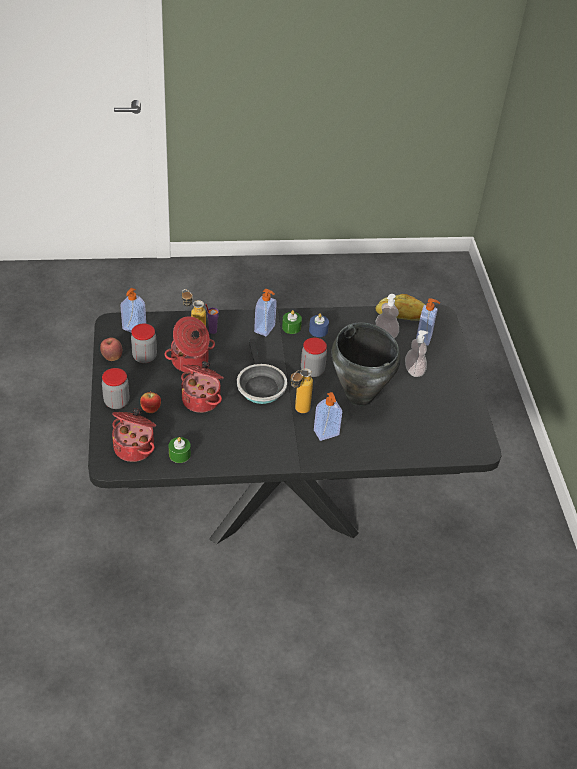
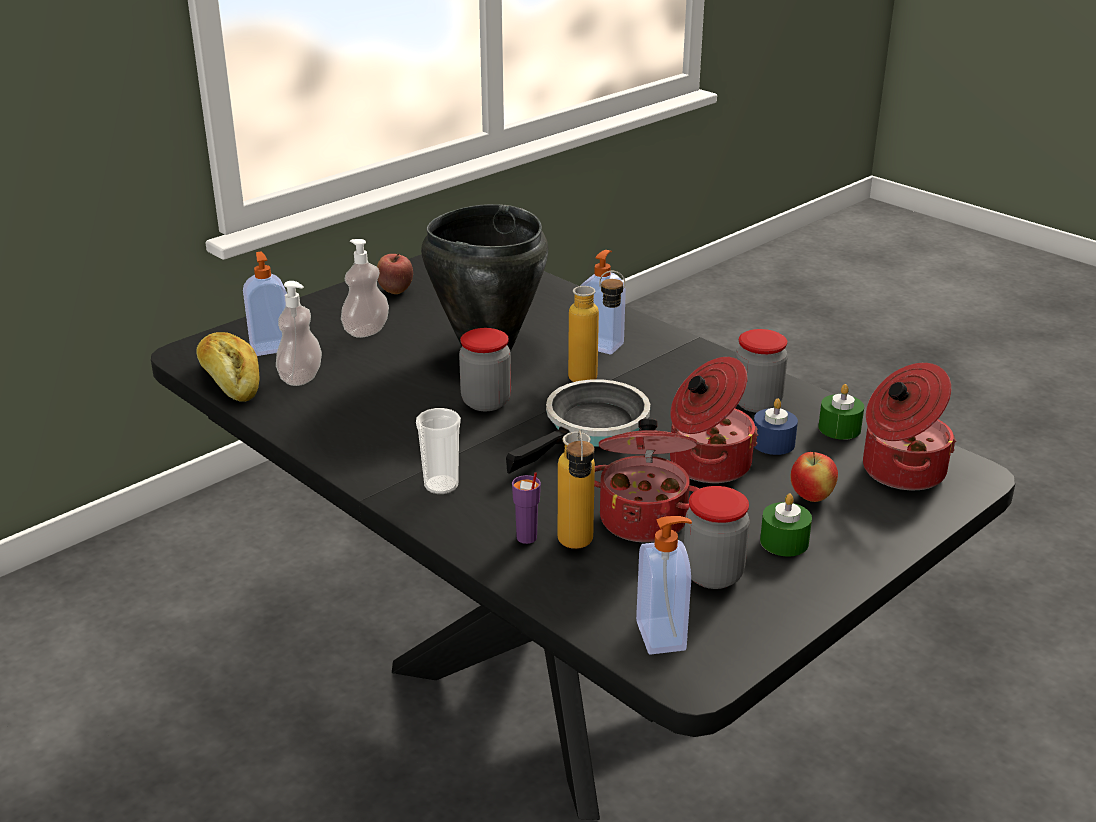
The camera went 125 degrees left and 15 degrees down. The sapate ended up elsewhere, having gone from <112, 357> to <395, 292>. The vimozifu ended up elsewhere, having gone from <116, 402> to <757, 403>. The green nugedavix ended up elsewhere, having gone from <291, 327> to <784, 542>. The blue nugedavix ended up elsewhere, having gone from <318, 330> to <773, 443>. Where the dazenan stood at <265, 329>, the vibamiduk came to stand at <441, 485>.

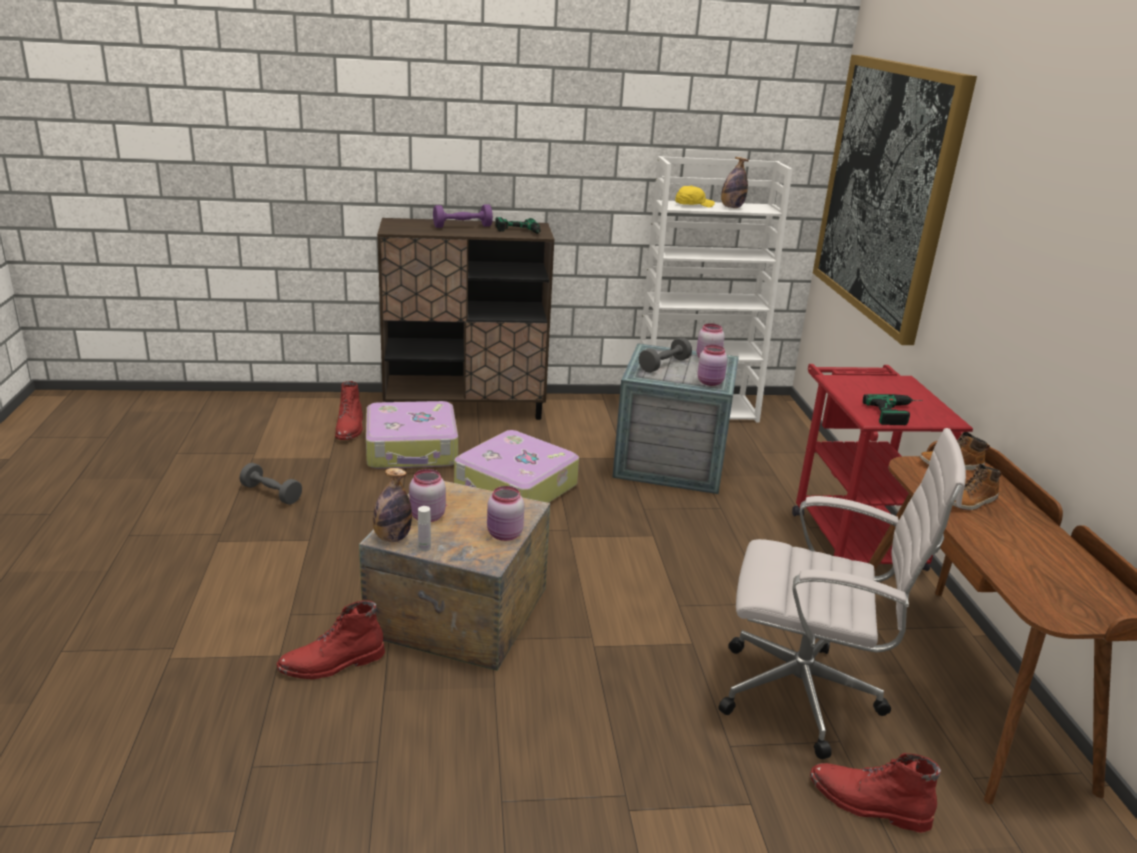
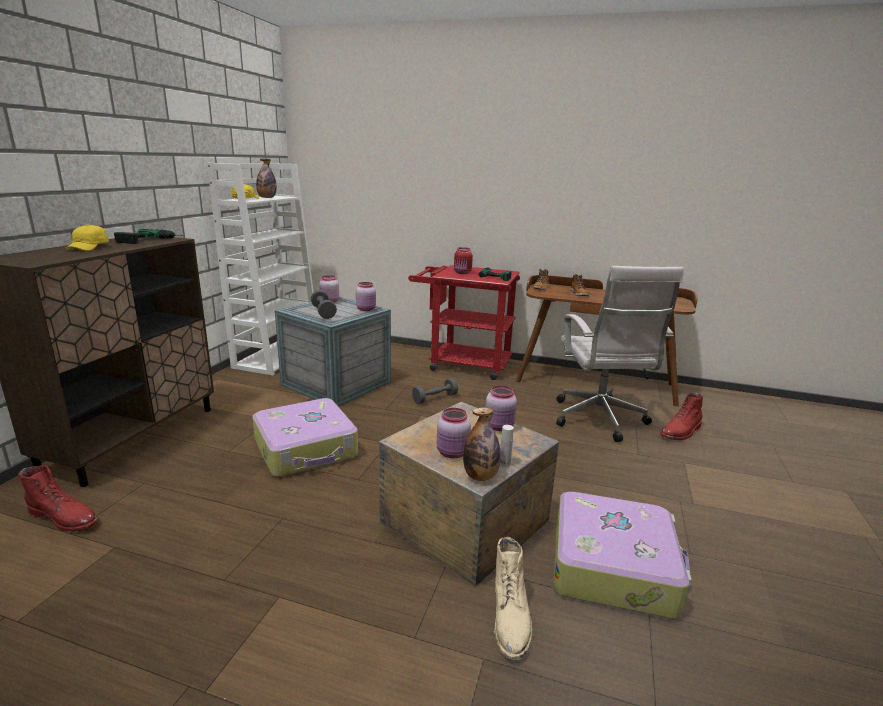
The camera went 65 degrees left and 5 degrees down. The second view lost the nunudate at <886, 191>. The second view gained the red vimozifu at <462, 273>. The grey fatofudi ended up elsewhere, having gone from <271, 494> to <435, 398>. The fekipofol ended up elsewhere, having gone from <412, 449> to <613, 566>. Where the purple fatofudi stood at <462, 226>, the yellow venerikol came to stand at <89, 248>. What was the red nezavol at <331, 664> turned into the beige nezavol at <511, 617>. The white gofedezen at <806, 697> ended up facing another way, 135 degrees clockwise from before.

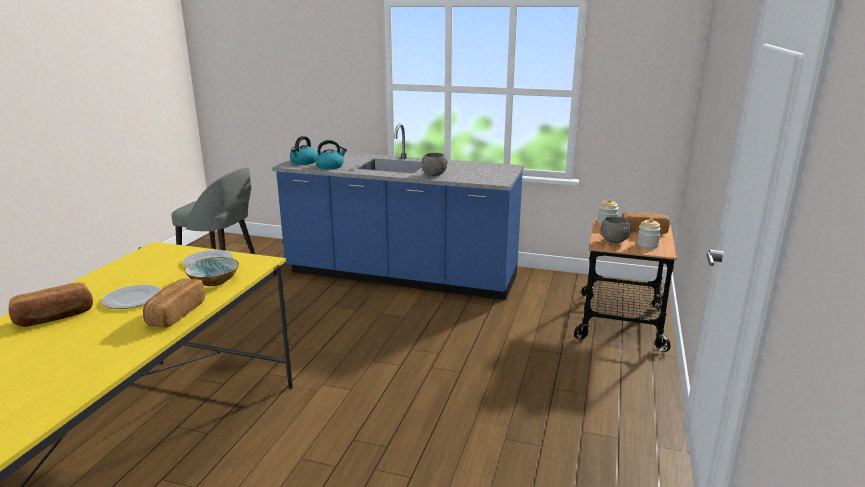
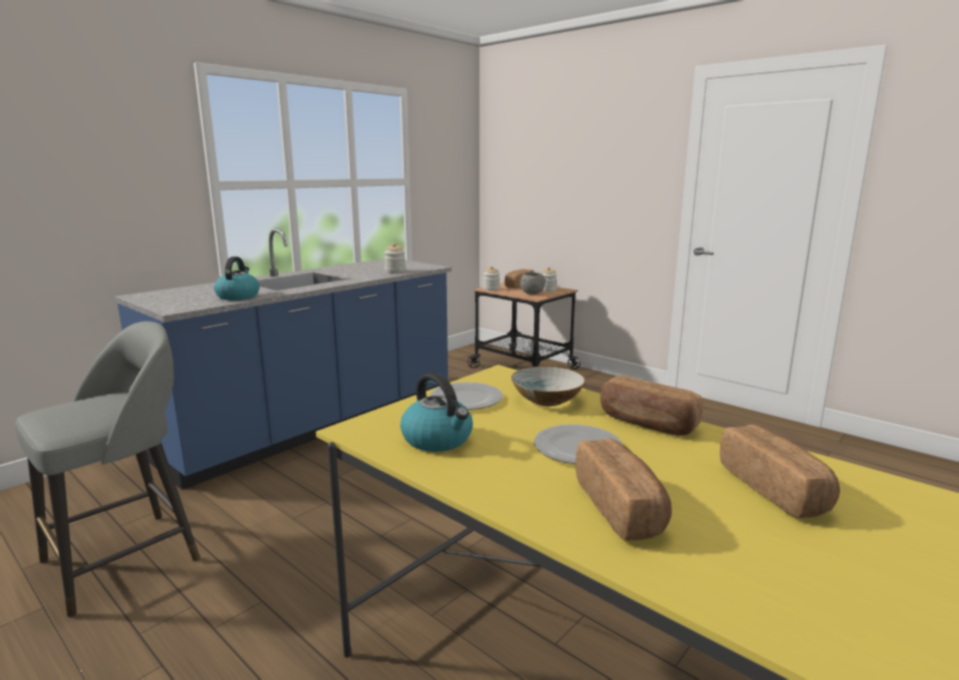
The camera went 65 degrees left and 5 degrees down. The second view lost the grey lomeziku at <434, 175>. The second view gained the vimozifu at <395, 271>. The second view gained the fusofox at <774, 489>. The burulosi ended up elsewhere, having gone from <303, 162> to <438, 439>.

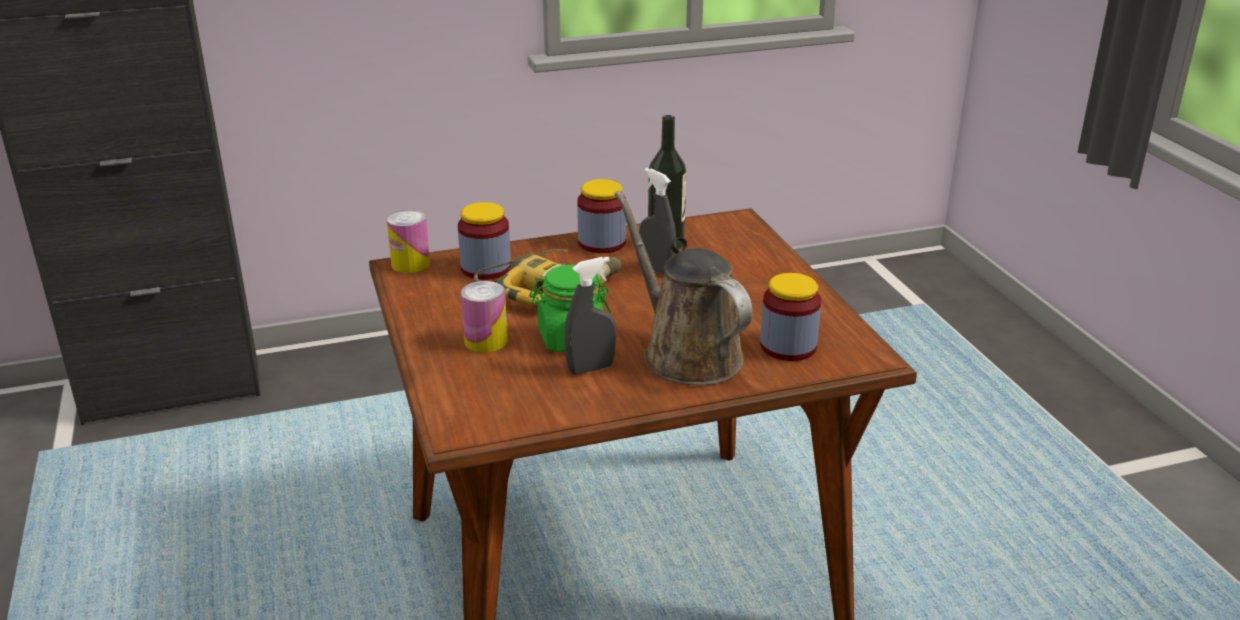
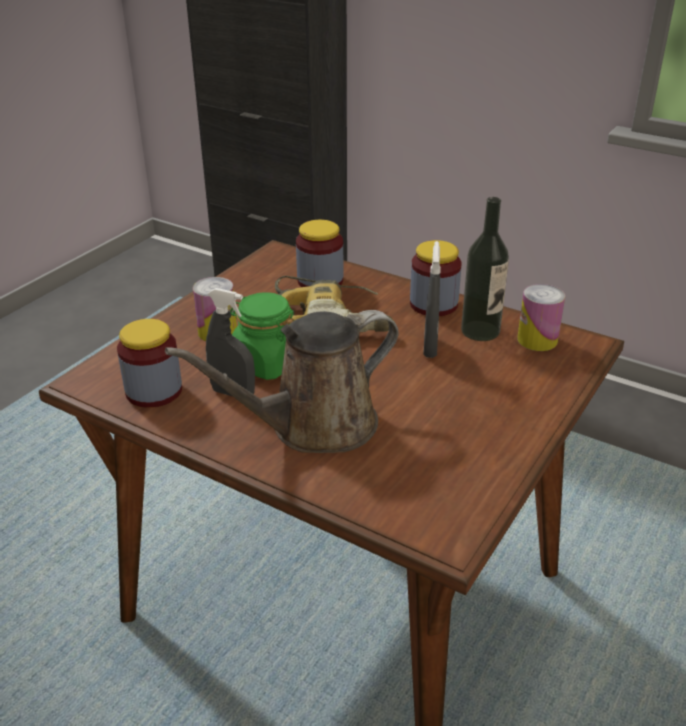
The camera went 50 degrees right and 5 degrees up. The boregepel ended up elsewhere, having gone from <410, 264> to <537, 340>. The vimozifu ended up elsewhere, having gone from <788, 346> to <154, 391>. The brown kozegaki at <686, 353> ended up facing another way, 135 degrees counterclockwise from before.

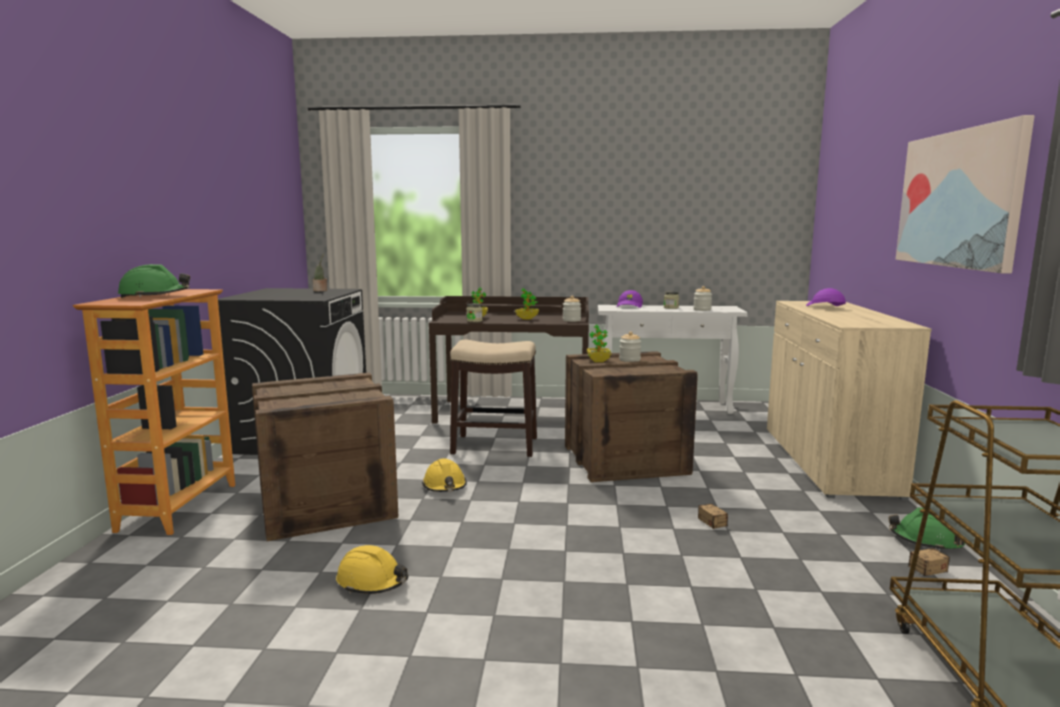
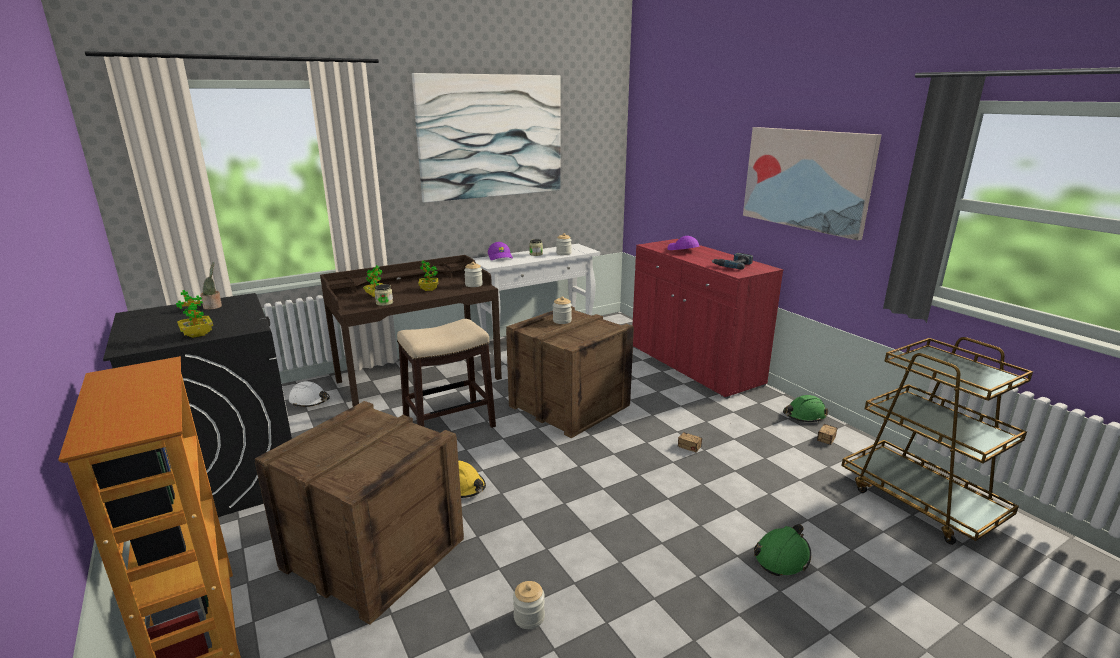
The camera went 35 degrees left and 10 degrees up. The second view gained the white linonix at <310, 401>. The second view gained the nunudate at <491, 137>. The second view gained the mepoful at <733, 265>. The green linonix ended up elsewhere, having gone from <154, 296> to <782, 557>. The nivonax ended up elsewhere, having gone from <598, 361> to <197, 334>. Where the yellow linonix stood at <372, 582>, the vimozifu came to stand at <529, 617>. What was the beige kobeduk at <827, 461> turned into the red kobeduk at <694, 365>.

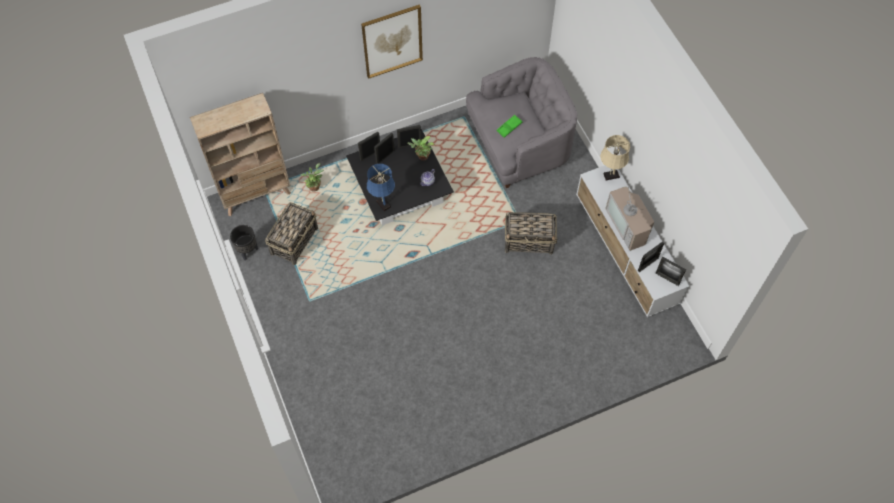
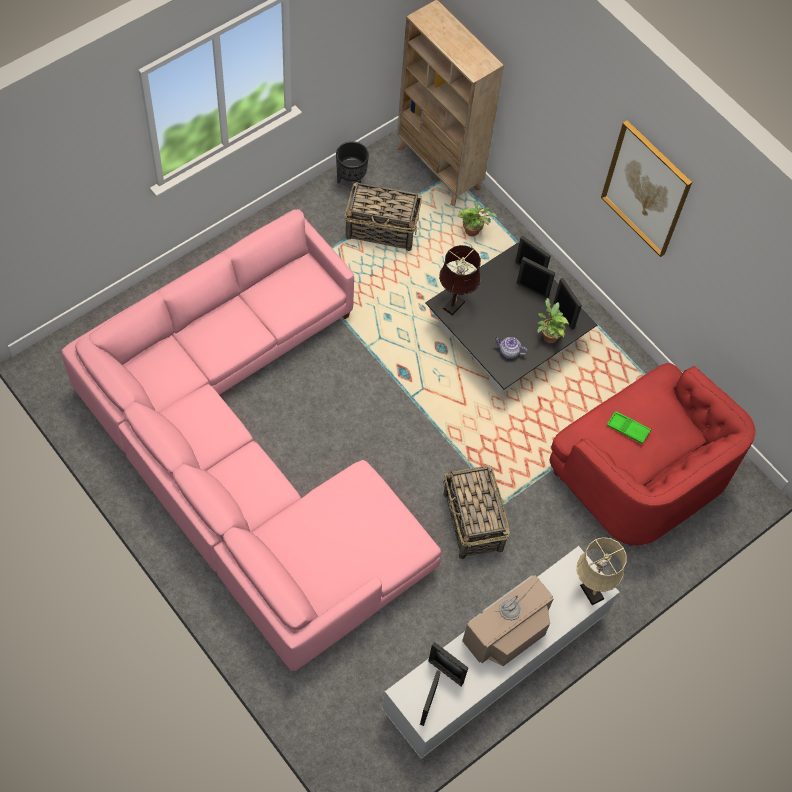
The camera went 70 degrees right and 0 degrees up. The second view gained the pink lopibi at <250, 454>. What was the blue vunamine at <382, 203> turned into the brown vunamine at <455, 304>. What was the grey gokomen at <518, 144> turned into the red gokomen at <639, 475>.

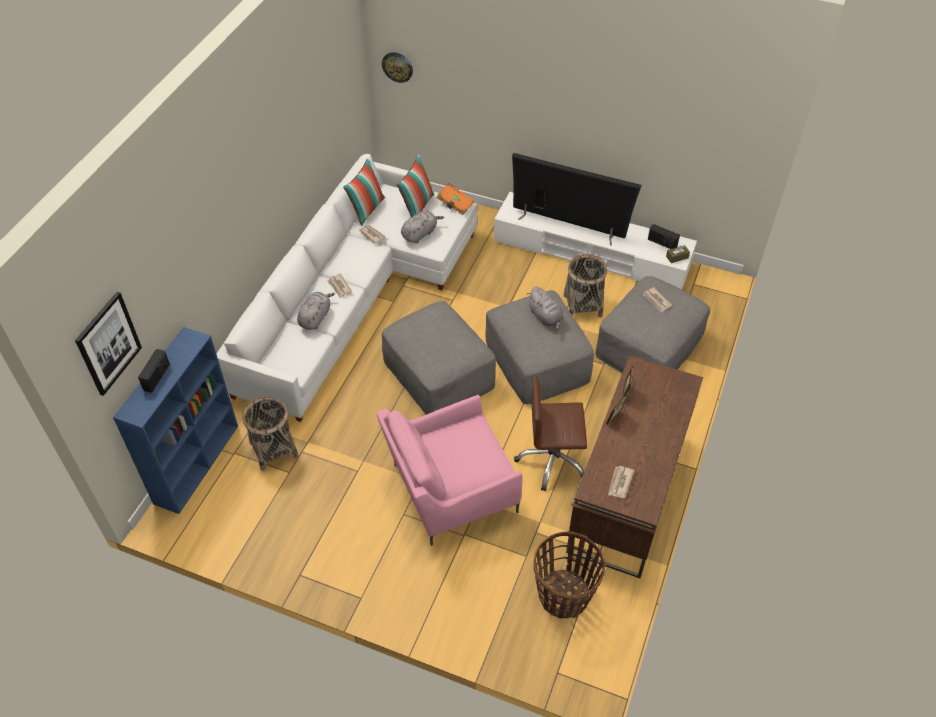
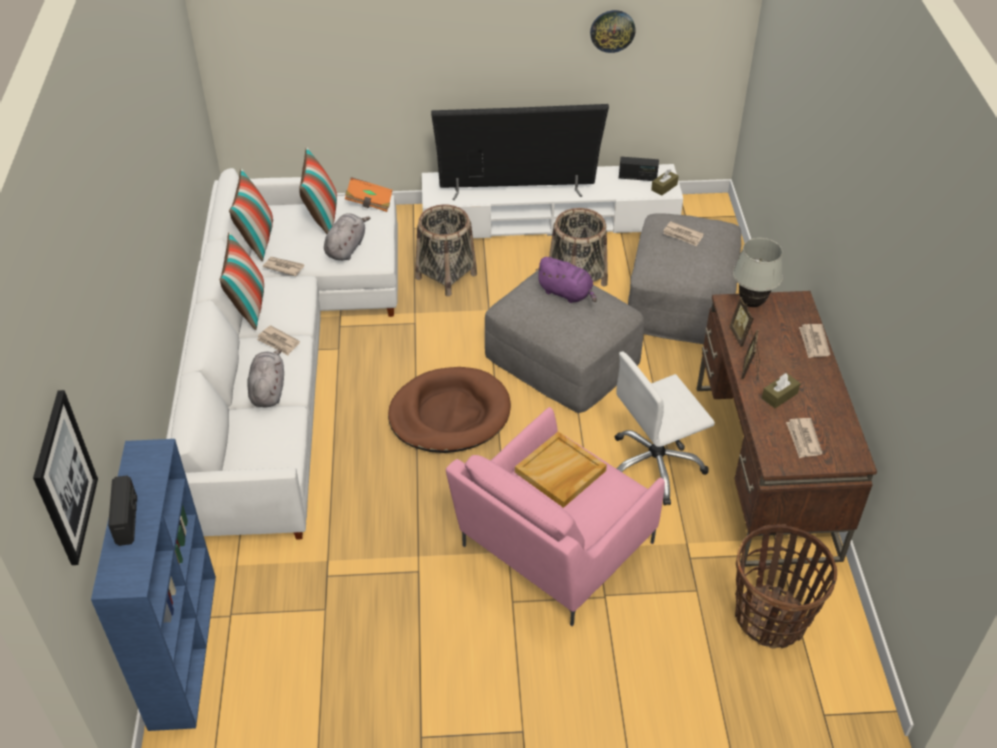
The camera went 25 degrees left and 5 degrees down. The second view gained the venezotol at <248, 306>. The second view gained the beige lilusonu at <560, 472>. The second view gained the white vunamine at <752, 303>. The second view gained the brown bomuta at <779, 396>. The second view gained the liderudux at <813, 342>. The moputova ended up elsewhere, having gone from <274, 449> to <446, 276>. The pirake ended up elsewhere, having gone from <397, 66> to <612, 30>. Where the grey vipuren stood at <438, 373>, the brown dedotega came to stand at <449, 414>. What was the brown gofedezen at <552, 460> turned into the white gofedezen at <655, 466>. What was the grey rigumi at <545, 317> turned into the purple rigumi at <566, 293>.

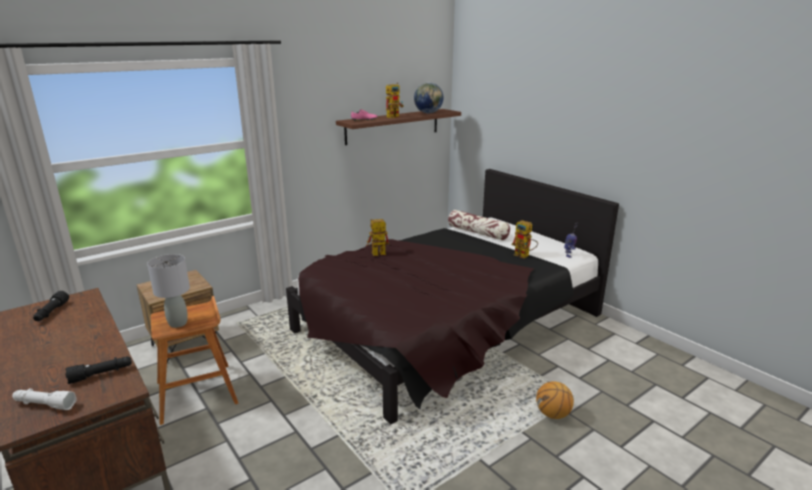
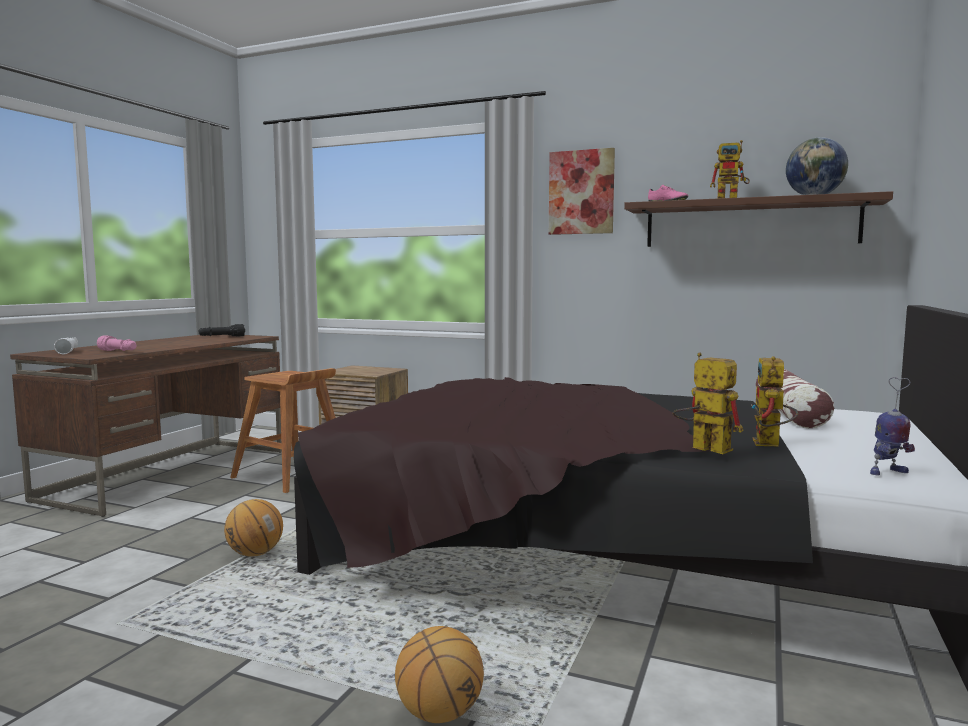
The camera went 60 degrees right and 15 degrees down. The second view lost the grey vunamine at <177, 323>. The second view gained the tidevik at <255, 554>. The second view gained the nunudate at <581, 192>. The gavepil ended up elsewhere, having gone from <375, 254> to <702, 448>. What was the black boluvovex at <101, 374> turned into the pink boluvovex at <118, 351>.

